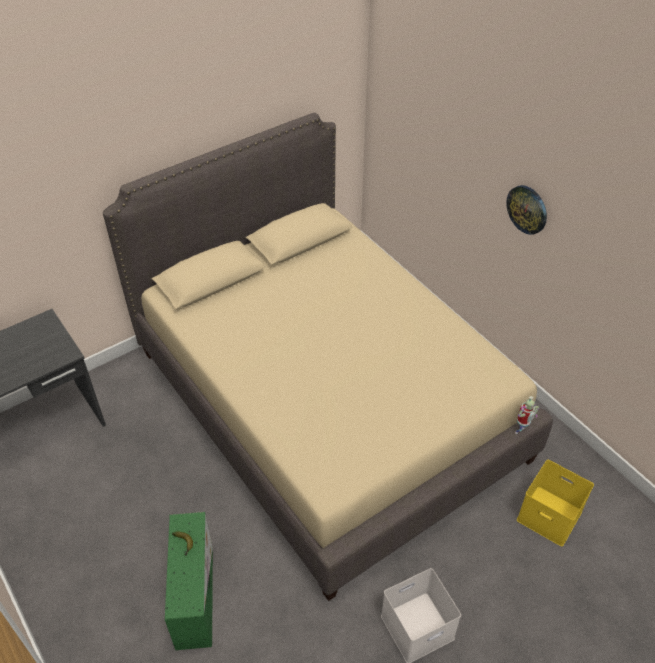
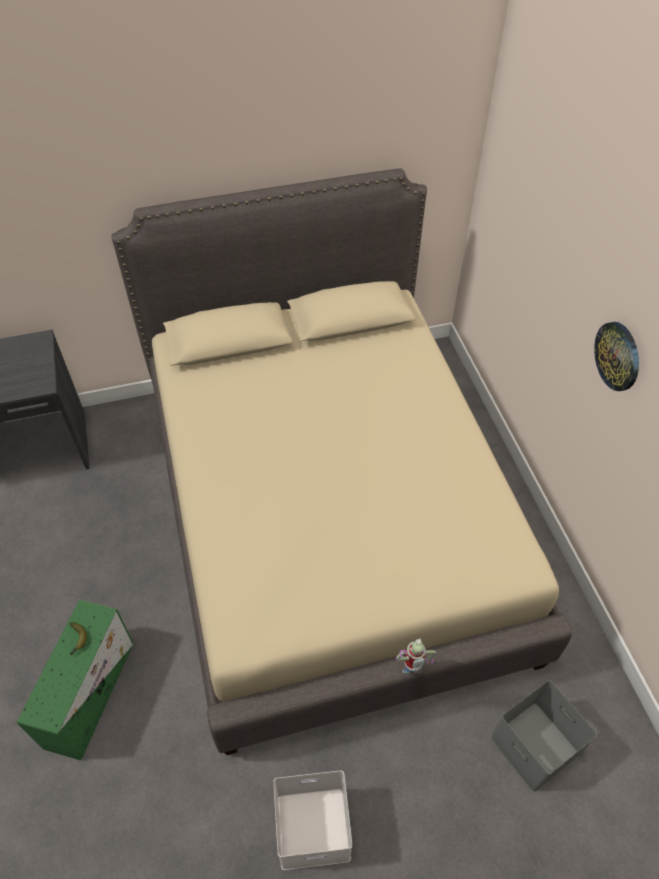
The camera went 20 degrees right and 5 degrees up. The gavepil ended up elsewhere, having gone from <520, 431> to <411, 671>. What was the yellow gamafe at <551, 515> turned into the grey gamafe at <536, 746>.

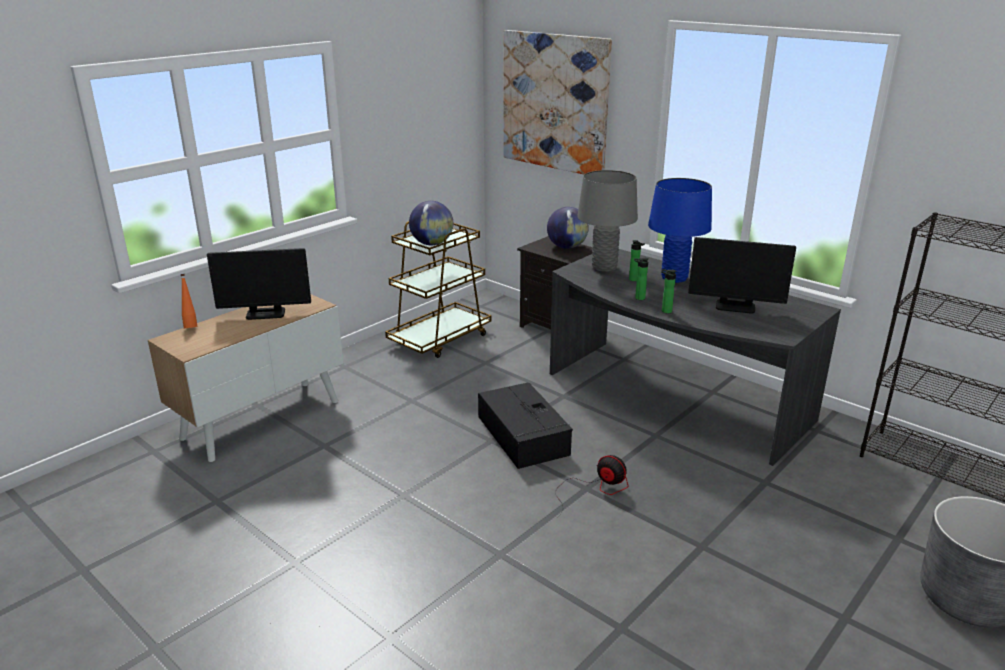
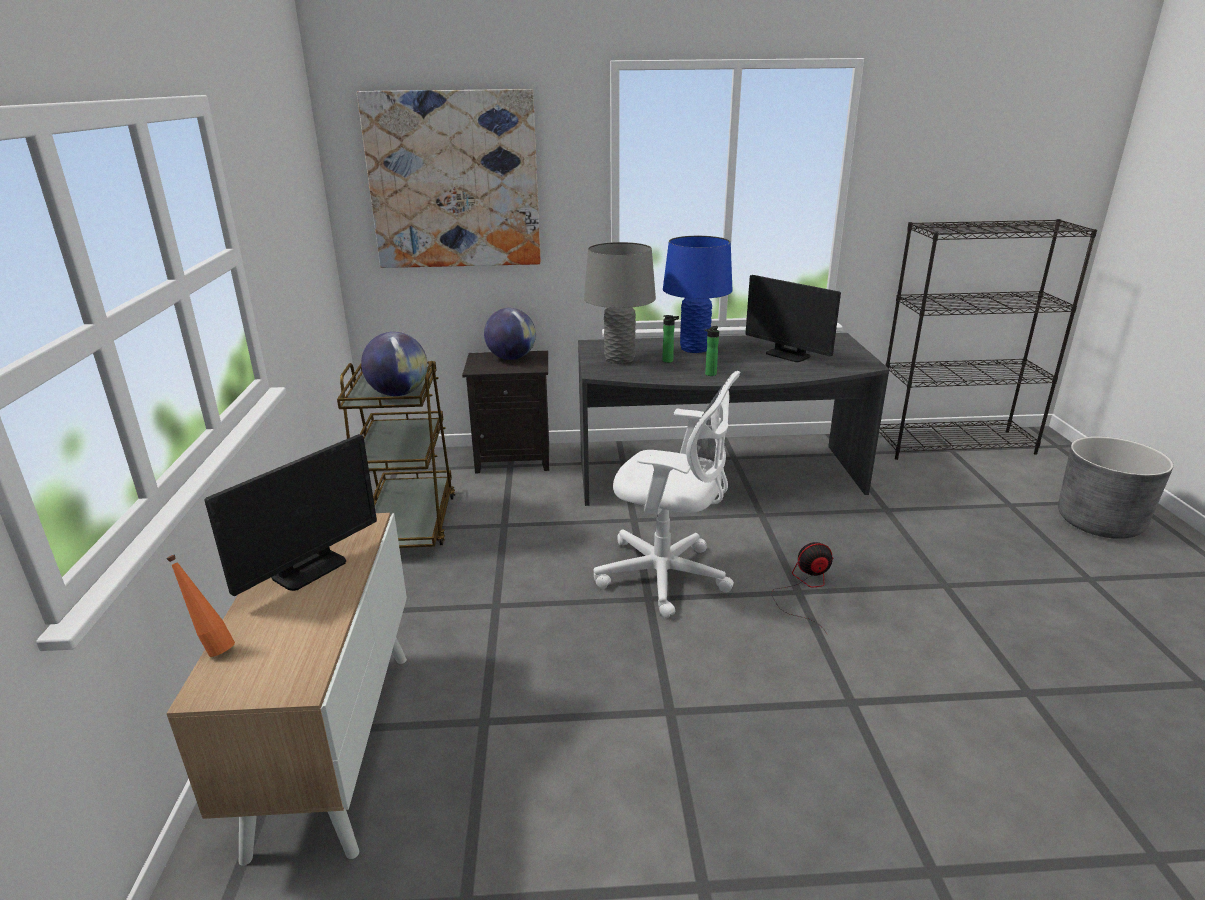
The camera went 45 degrees left and 0 degrees up. The second view lost the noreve at <665, 311>. Where the black gamafe stood at <523, 436>, the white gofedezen came to stand at <668, 577>. The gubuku at <735, 306> ended up facing another way, 75 degrees clockwise from before.

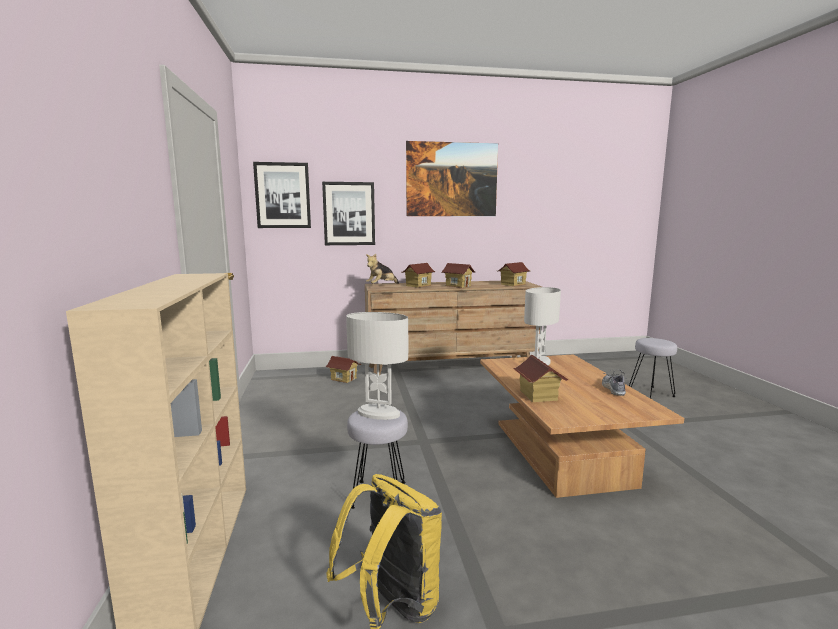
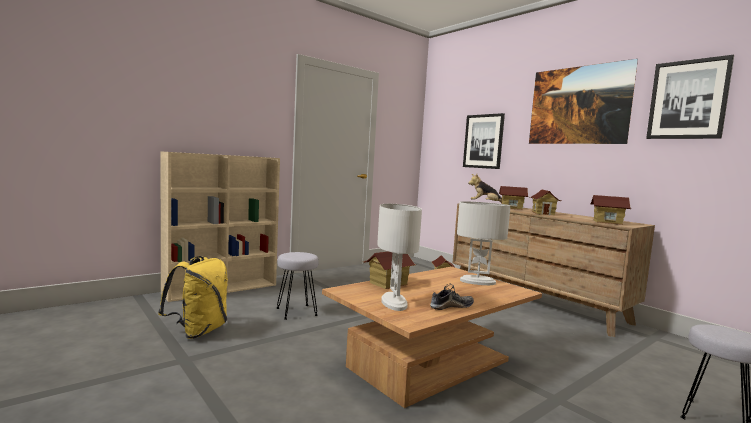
The camera went 60 degrees right and 5 degrees down. The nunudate ended up elsewhere, having gone from <282, 195> to <688, 99>. The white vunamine ended up elsewhere, having gone from <379, 413> to <394, 303>.

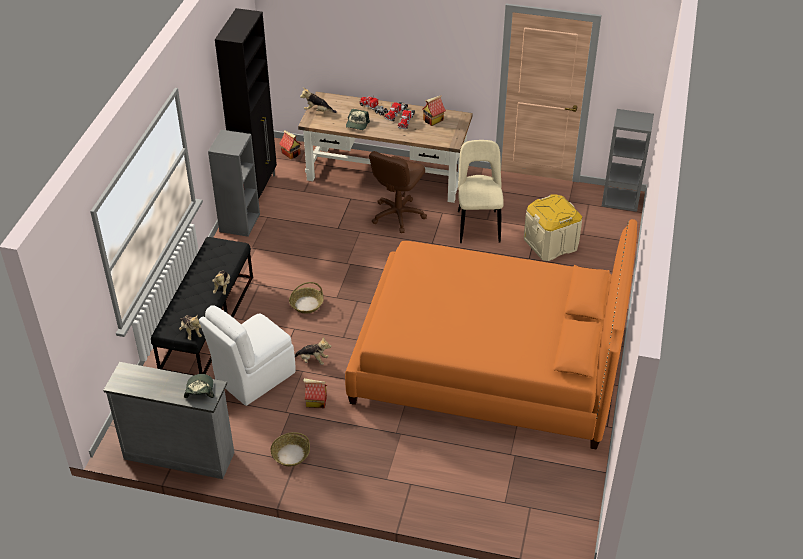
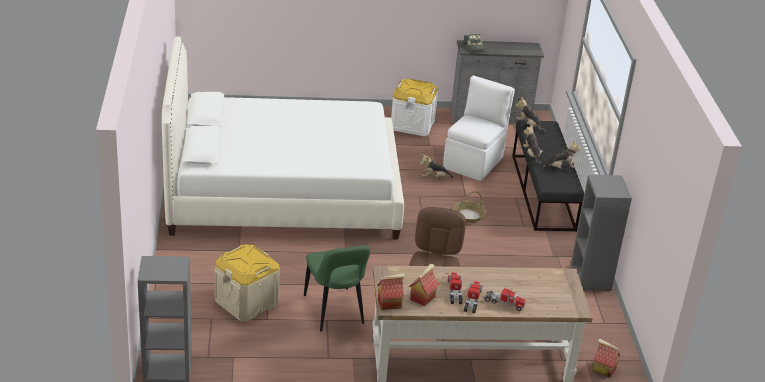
The camera went 160 degrees right and 10 degrees down. The second view lost the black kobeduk at <257, 189>. The second view lost the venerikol at <357, 124>. The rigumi ended up elsewhere, having gone from <318, 111> to <560, 168>. The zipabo ended up elsewhere, having gone from <316, 402> to <389, 303>. Where the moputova stood at <291, 454>, the white gamafe came to stand at <412, 125>. What was the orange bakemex at <488, 363> turned into the white bakemex at <283, 192>. What was the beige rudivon at <478, 225> turned into the green rudivon at <334, 312>.

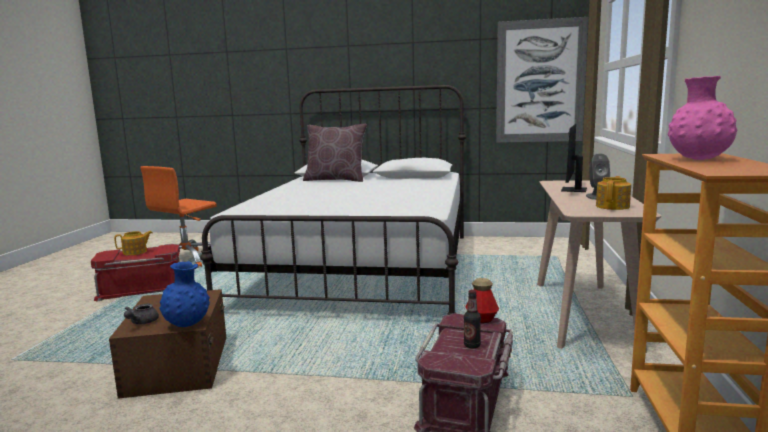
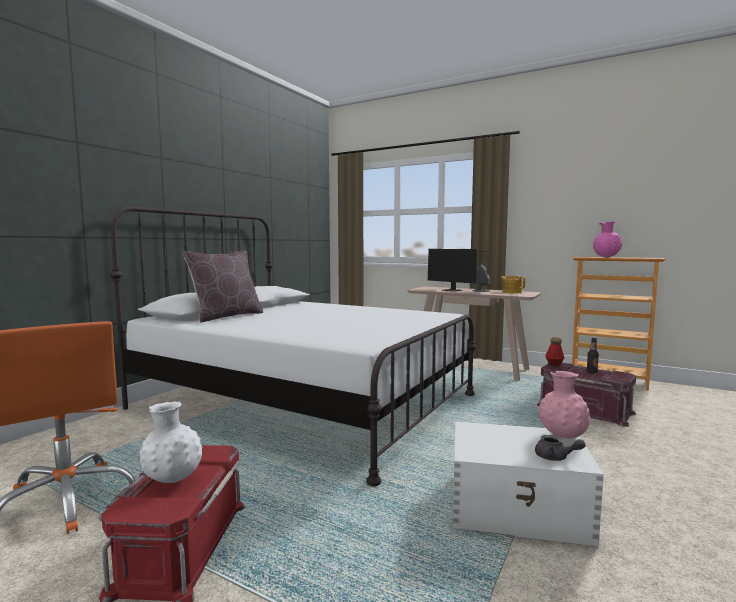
The camera went 70 degrees left and 5 degrees down. The second view lost the nunudate at <540, 81>. Where the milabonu stood at <135, 252>, the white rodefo came to stand at <173, 480>. What was the brown gamafe at <177, 365> turned into the white gamafe at <518, 508>. What was the blue rodefo at <187, 324> turned into the pink rodefo at <563, 436>.

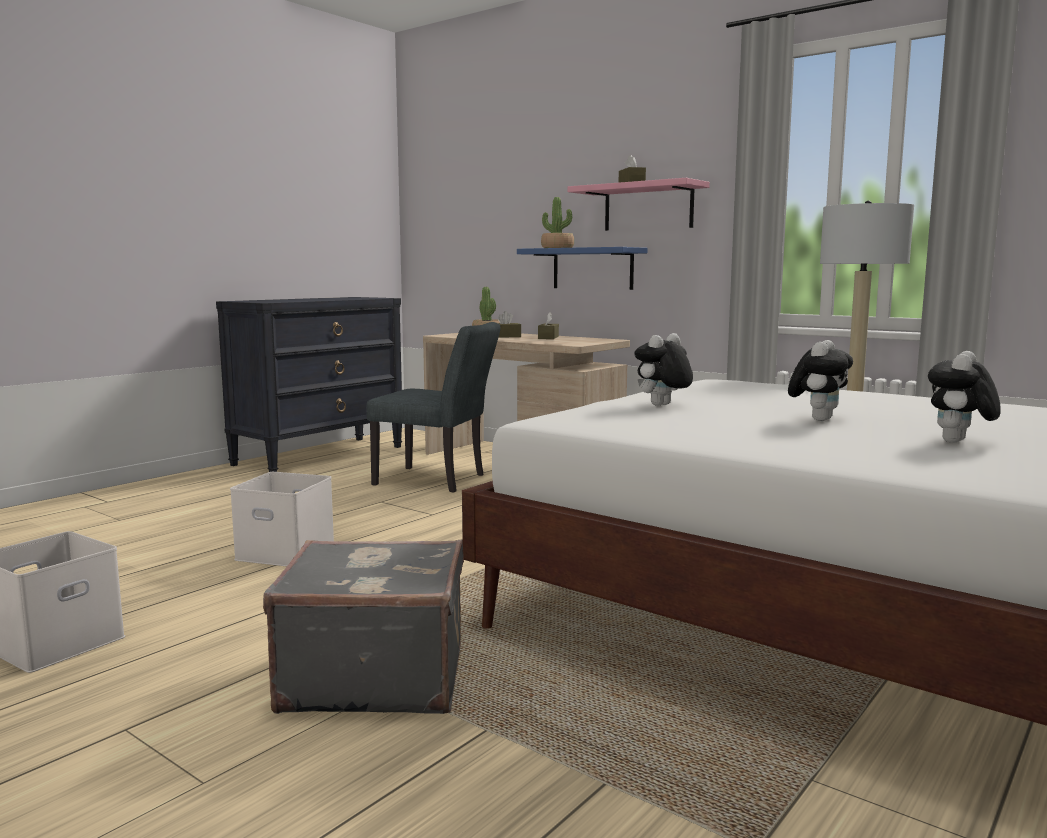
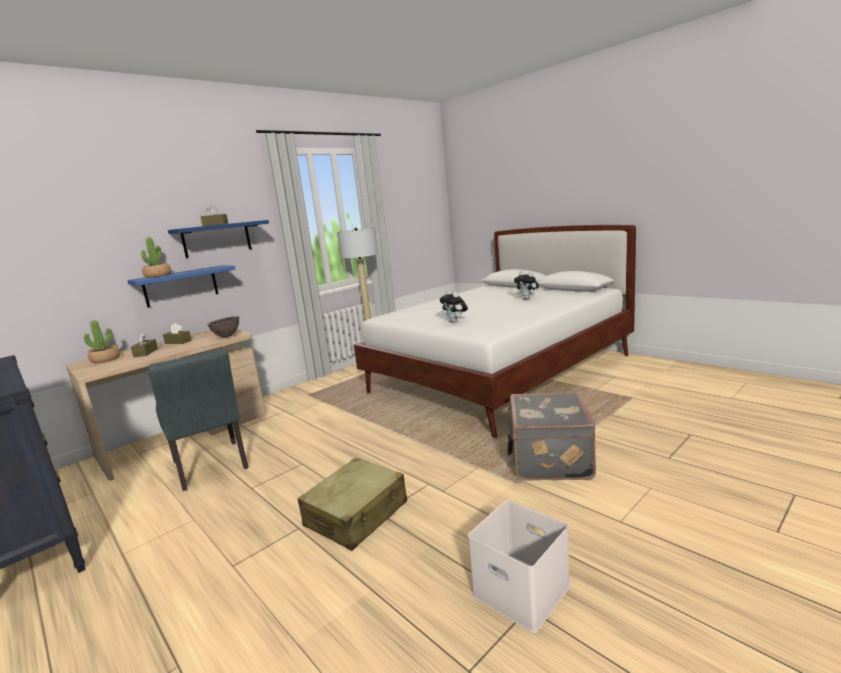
The camera went 80 degrees left and 5 degrees up. The second view lost the rigumi at <818, 419>. The second view gained the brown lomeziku at <226, 336>. Where the white gamafe stood at <288, 551>, the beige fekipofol came to stand at <357, 514>. What was the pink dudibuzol at <648, 207> turned into the blue dudibuzol at <217, 239>. The grey rudivon at <437, 480> ended up facing another way, 120 degrees clockwise from before.

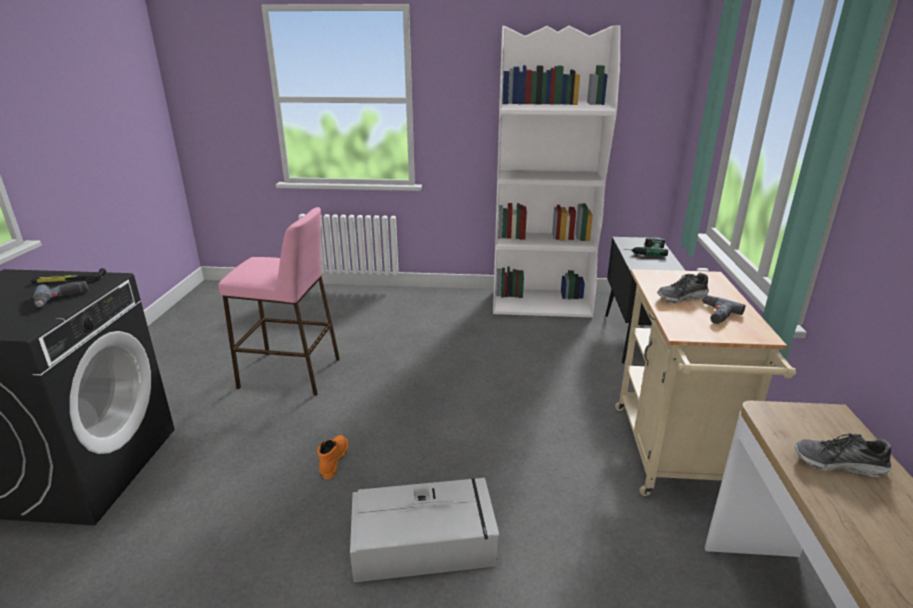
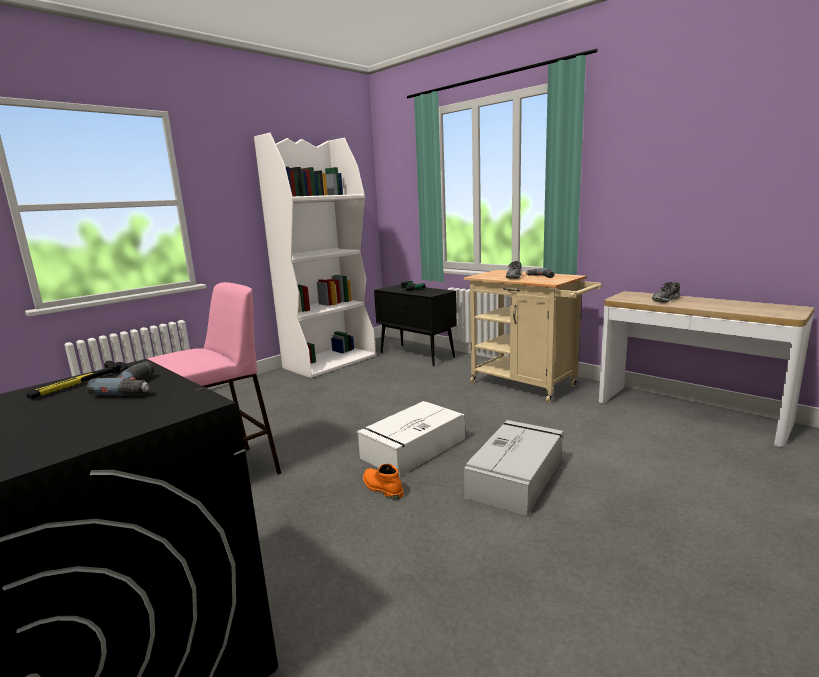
The camera went 50 degrees left and 10 degrees down. The second view gained the white gamafe at <412, 449>.

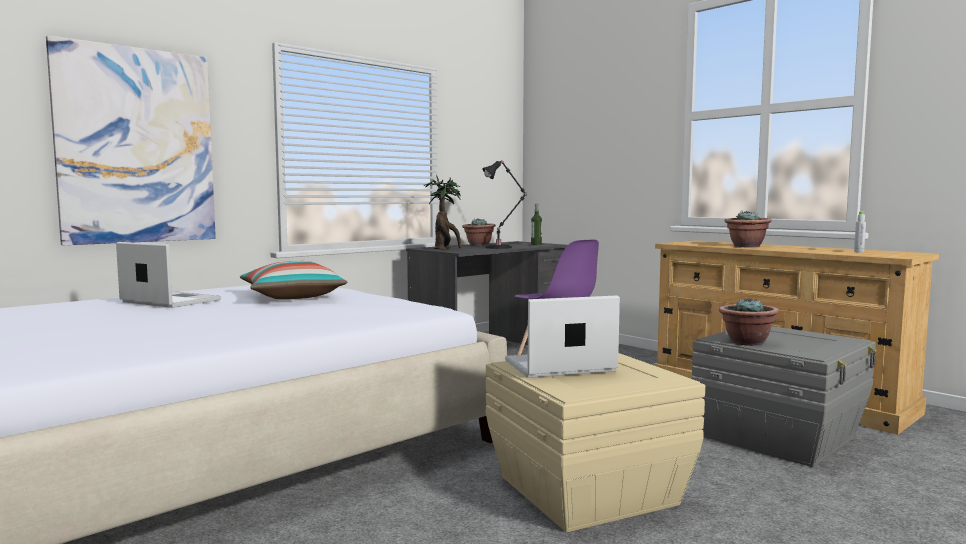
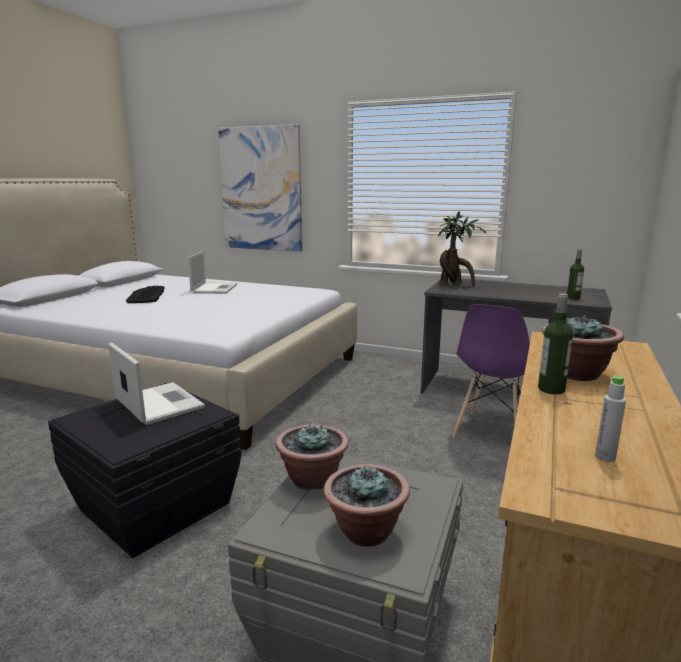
The camera went 65 degrees right and 10 degrees up. The second view lost the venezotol at <293, 296>. The second view lost the black vunamine at <500, 247>. The second view gained the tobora at <146, 296>. The second view gained the noreve at <551, 389>. The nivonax ended up elsewhere, having gone from <478, 245> to <365, 531>. What was the beige gamafe at <584, 490> turned into the black gamafe at <155, 505>.

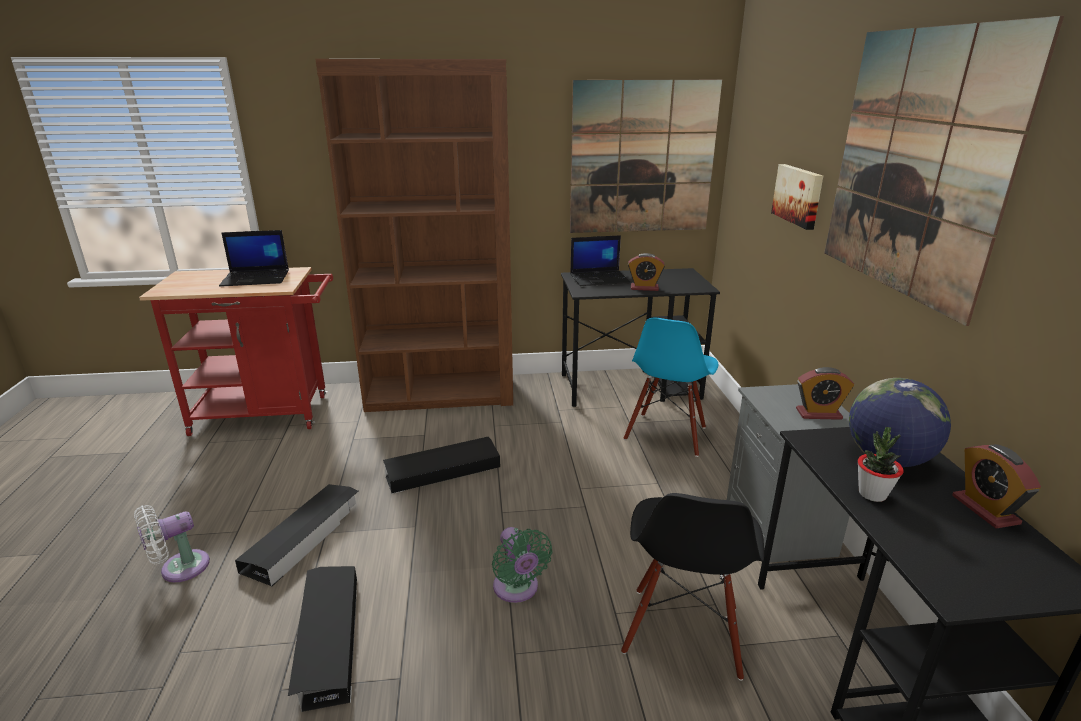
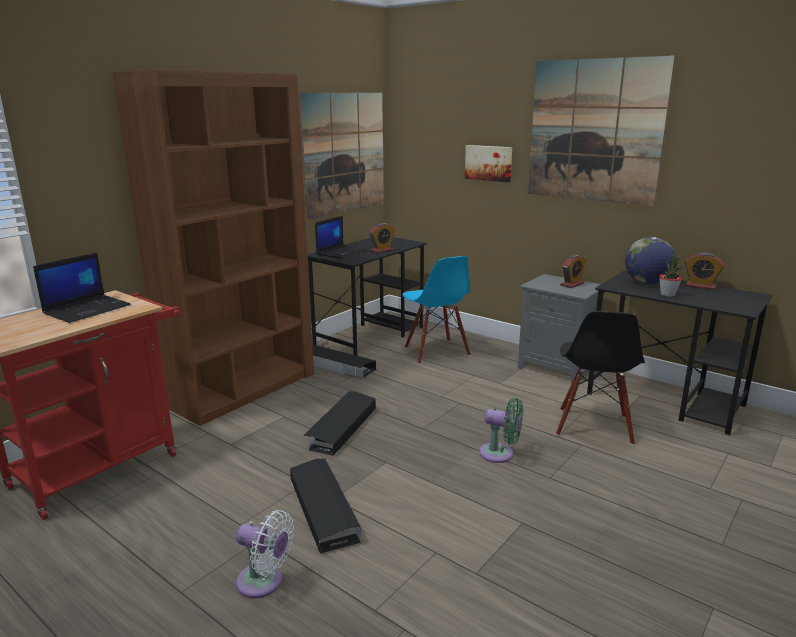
The camera went 45 degrees left and 5 degrees down. The black gamafe ended up elsewhere, having gone from <327, 639> to <336, 366>. The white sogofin at <179, 568> ended up facing another way, 75 degrees counterclockwise from before. The black rudivon at <683, 632> ended up facing another way, 45 degrees clockwise from before.

